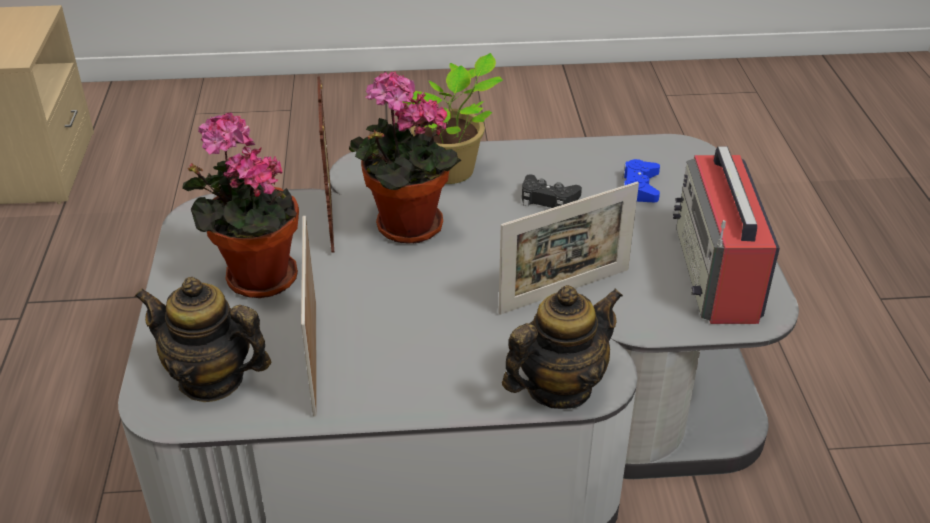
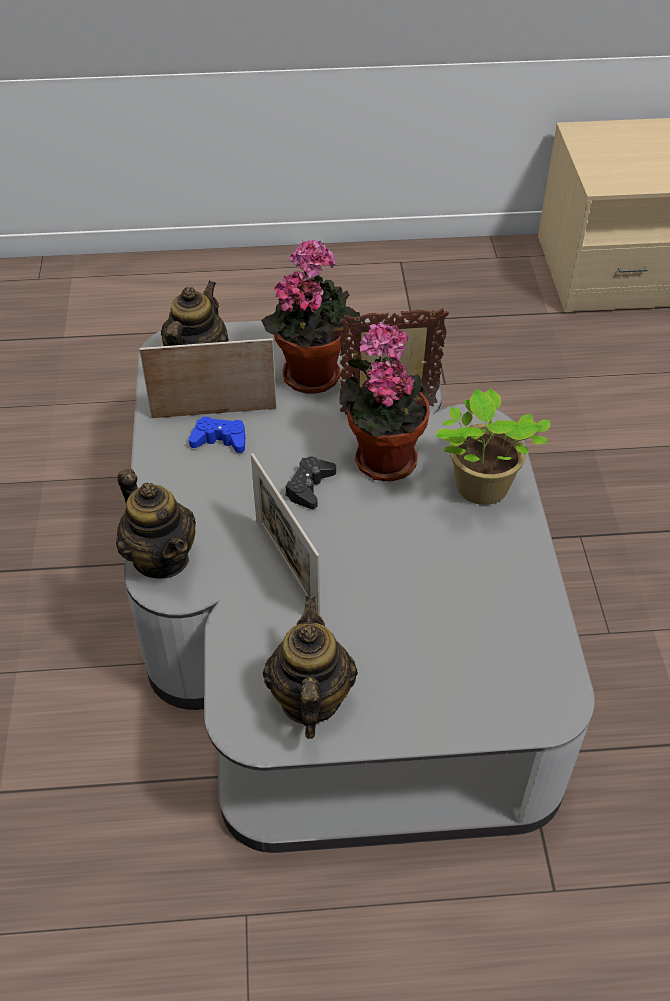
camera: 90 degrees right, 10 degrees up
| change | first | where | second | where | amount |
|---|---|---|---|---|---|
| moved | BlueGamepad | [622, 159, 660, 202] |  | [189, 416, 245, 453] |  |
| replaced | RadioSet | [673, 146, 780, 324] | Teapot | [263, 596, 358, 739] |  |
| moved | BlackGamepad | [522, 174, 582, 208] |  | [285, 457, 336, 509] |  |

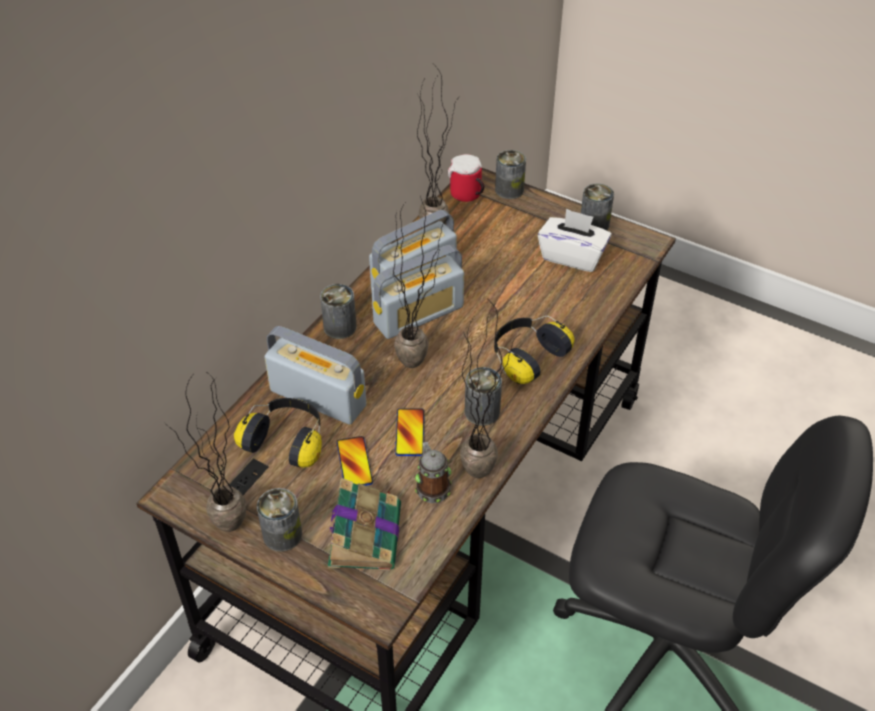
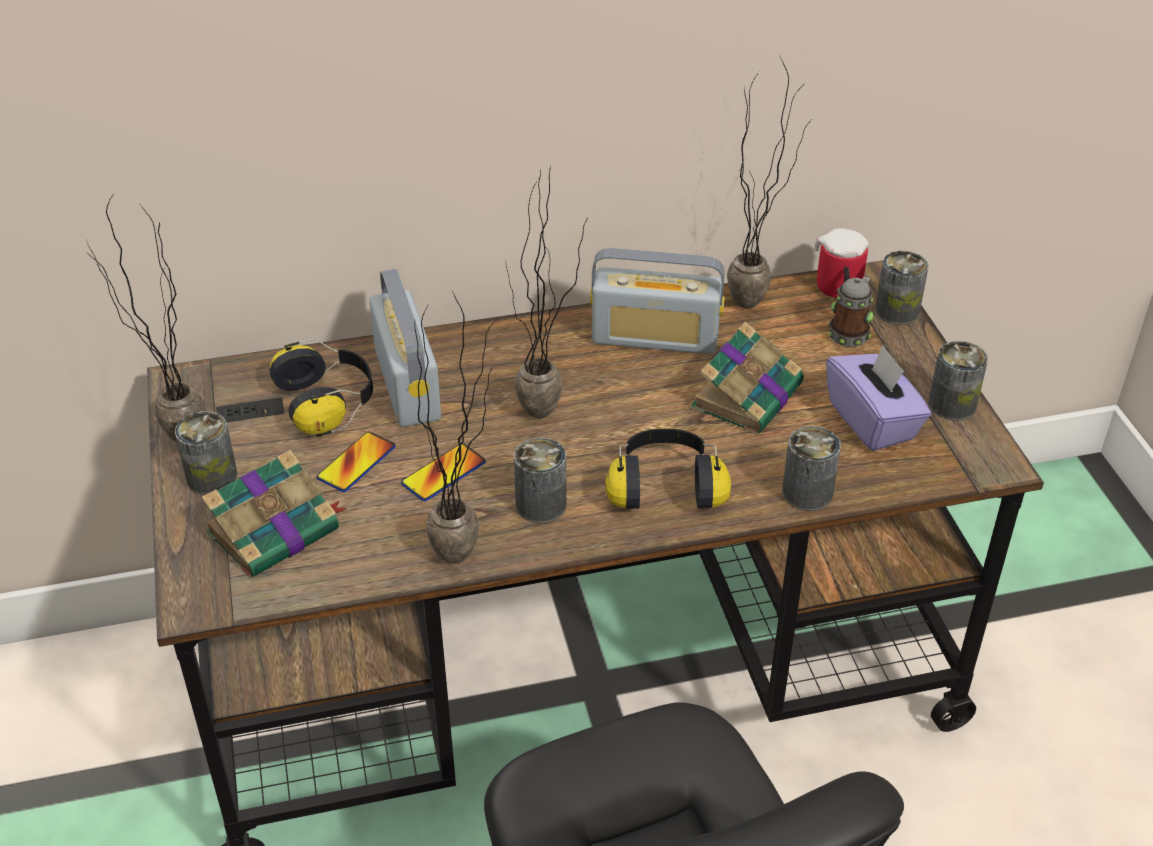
camera: 45 degrees right, 5 degrees down
| change | first | where | second | where | amount |
|---|---|---|---|---|---|
| added |  |  | Book | [691, 322, 804, 435] |  |
| moved | Can | [320, 284, 357, 339] |  | [782, 426, 841, 511] |  |
| recoloured | WhiteColouredTissueHolder | [538, 209, 612, 272] | PurplishTissueHolder | [826, 345, 932, 451] |  |
| moved | TeaMug | [415, 442, 452, 503] |  | [828, 276, 874, 347] |  |
| removed | RadioSet | [371, 245, 464, 339] |  |  |  |

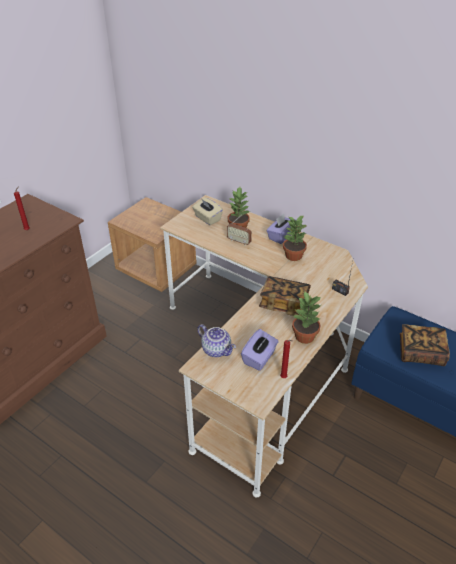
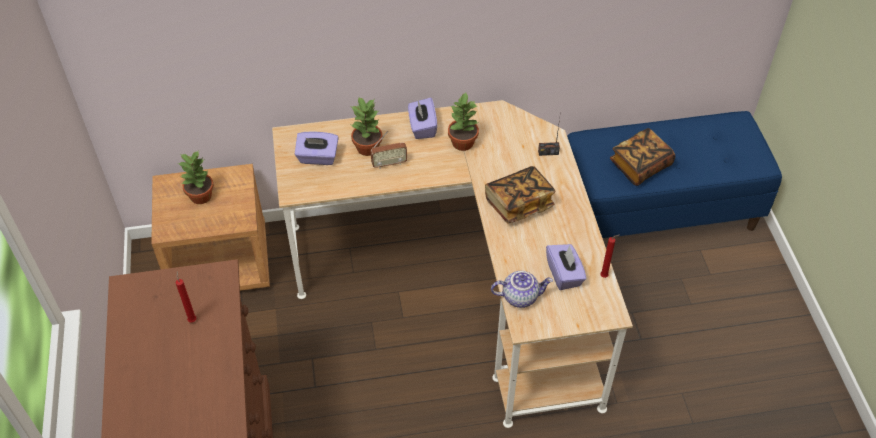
camera: 45 degrees left, 10 degrees up
| change | first | where | second | where | amount |
|---|---|---|---|---|---|
| moved | Houseplant | [292, 291, 321, 344] |  | [178, 151, 214, 204] |  |
| recoloured | BeigeColouredTissueHolder | [192, 197, 223, 225] | PurplishTissueHolder | [295, 132, 339, 165] |  |

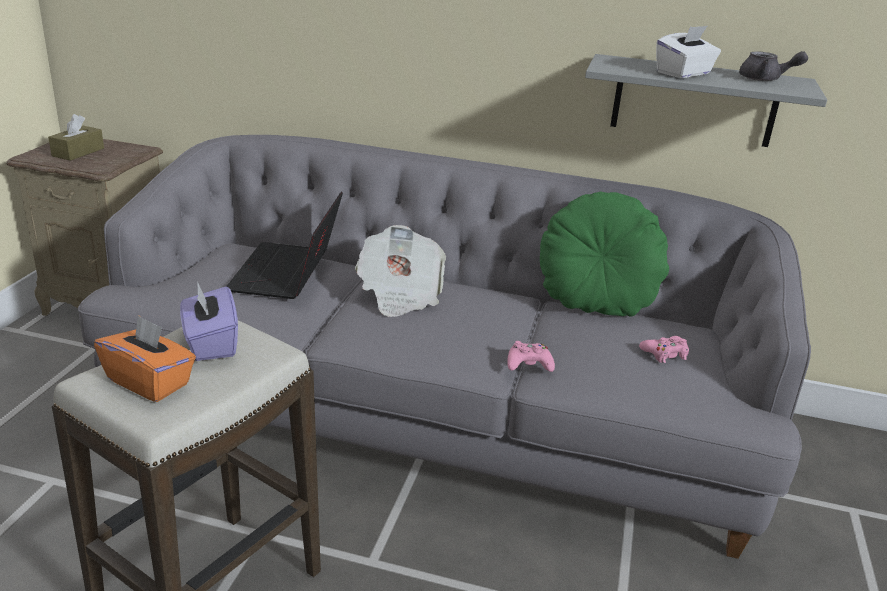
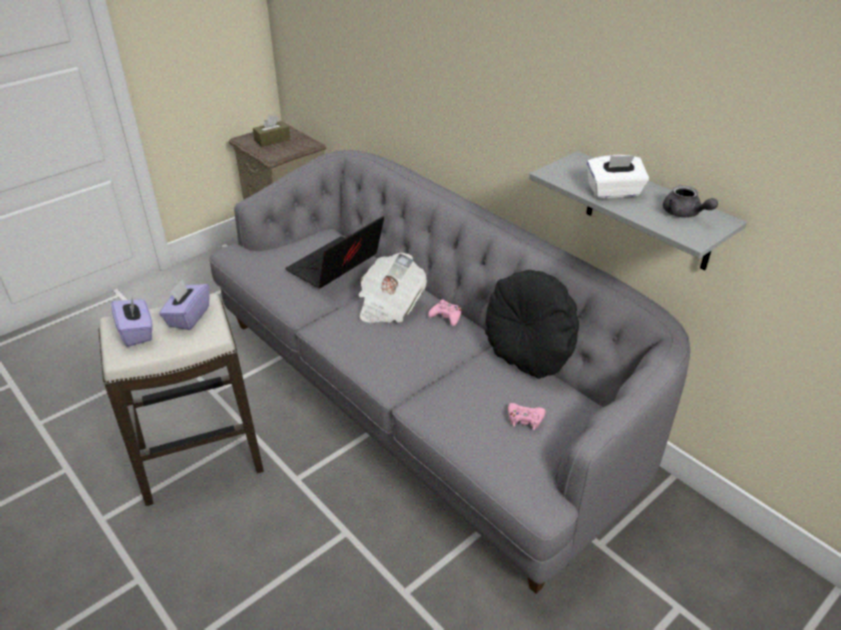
camera: 35 degrees right, 10 degrees up
| change | first | where | second | where | amount |
|---|---|---|---|---|---|
| recoloured | OrangeColouredTissueHolder | [94, 315, 196, 402] | PurplishTissueHolder | [111, 297, 153, 347] |  |
| moved | PinkishGamepad | [507, 341, 555, 372] |  | [428, 299, 461, 326] |  |
| recoloured | GreenCushion | [540, 191, 669, 316] | BlackCushion | [485, 270, 579, 379] |  |

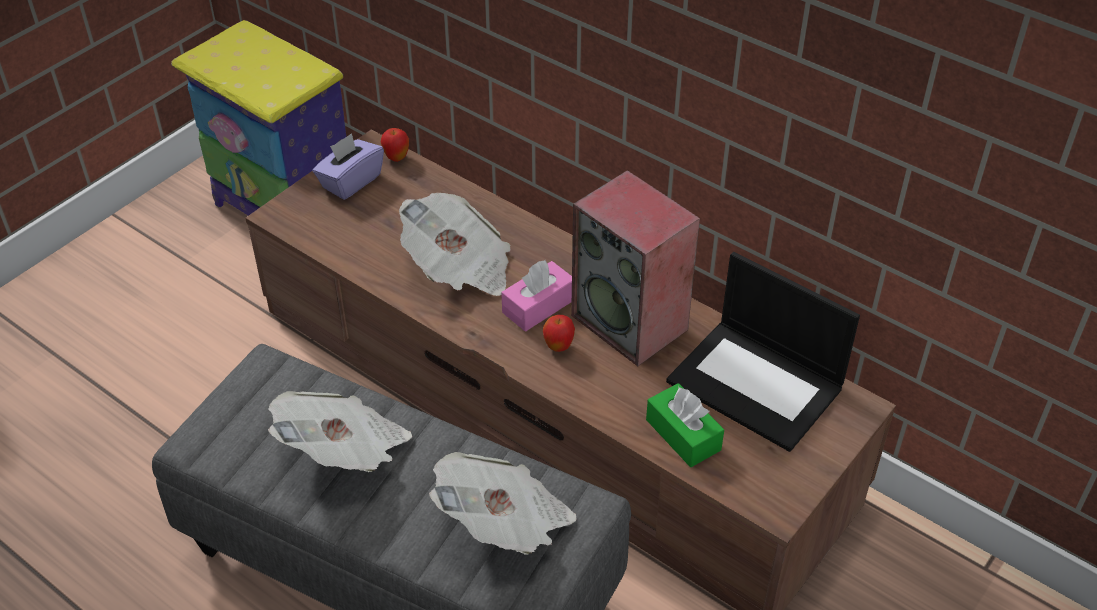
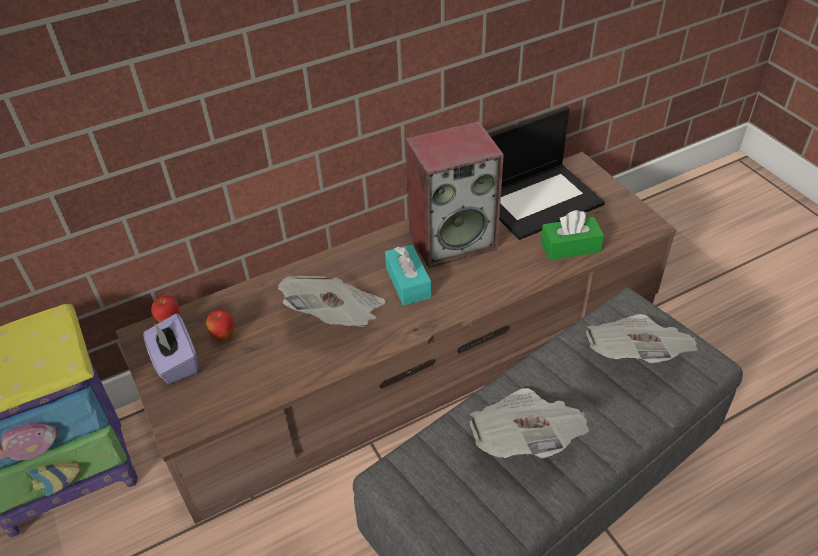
camera: 65 degrees left, 0 degrees up
| change | first | where | second | where | amount |
|---|---|---|---|---|---|
| moved | AppleFruit | [543, 315, 575, 352] |  | [206, 309, 234, 341] |  |
| recoloured | PinkishTissueHolder | [501, 260, 572, 332] | TurquoiseColouredTissueHolder | [385, 245, 431, 305] |  |

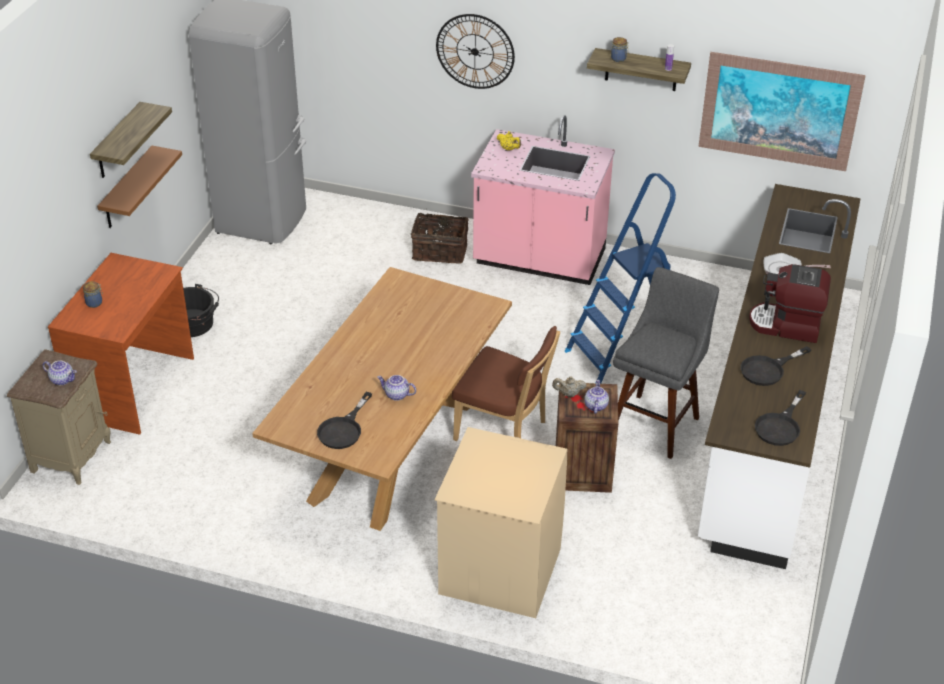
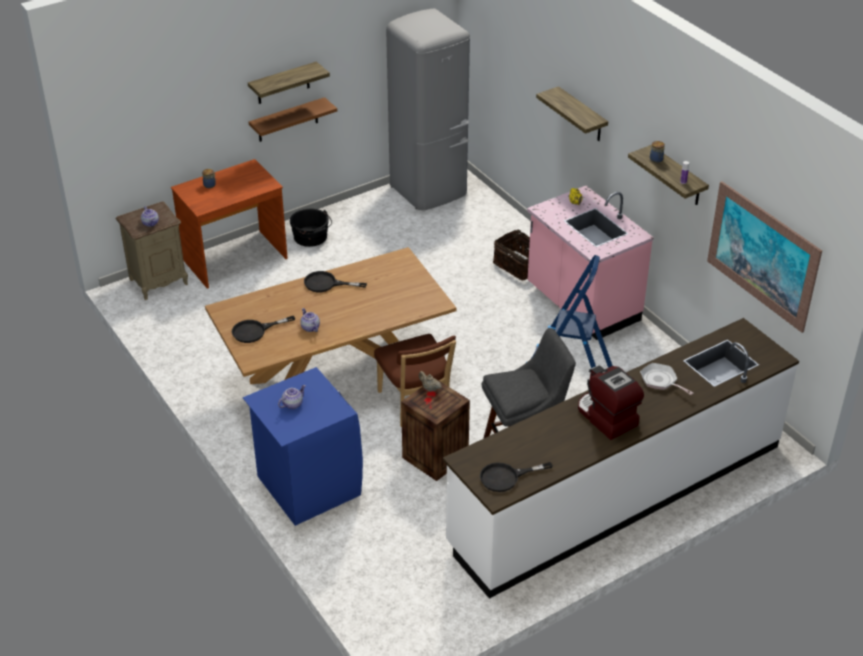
camera: 40 degrees right, 0 degrees up
| change | first | where | second | where | amount |
|---|---|---|---|---|---|
| recoloured | BeigeColouredWashingMachine | [434, 427, 567, 618] | BlueWashingMachine | [243, 367, 363, 526] |  |
| moved | Teapot | [584, 380, 609, 414] |  | [278, 385, 306, 409] |  |
| moved | BlackSkillet | [740, 346, 811, 386] |  | [304, 271, 367, 292] |  |
| replaced | ClockOnTheWall | [436, 14, 515, 89] | Shelf | [536, 86, 608, 141] |  |

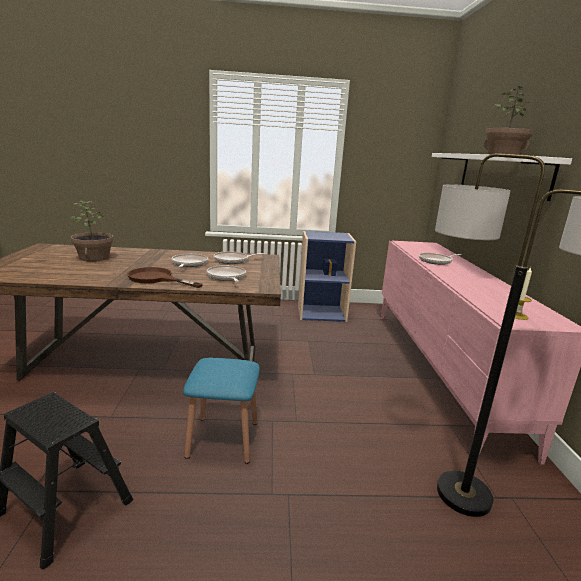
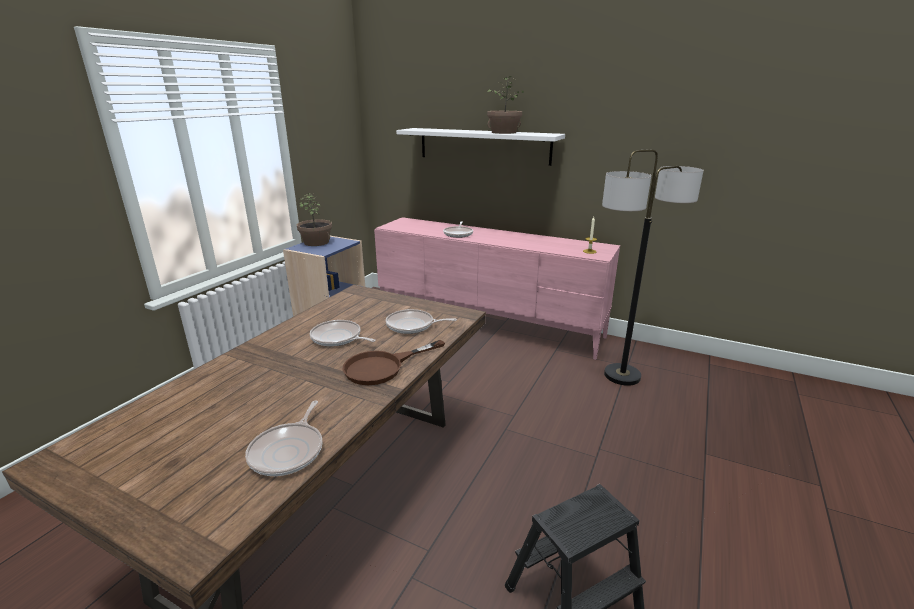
camera: 60 degrees left, 5 degrees up
| change | first | where | second | where | amount |
|---|---|---|---|---|---|
| moved | Skillet | [213, 251, 264, 264] |  | [245, 401, 323, 476] |  |
| moved | Houseplant | [71, 200, 114, 261] |  | [297, 193, 332, 246] |  |
| removed | BlueStoolSeat | [183, 358, 260, 464] |  |  |  |

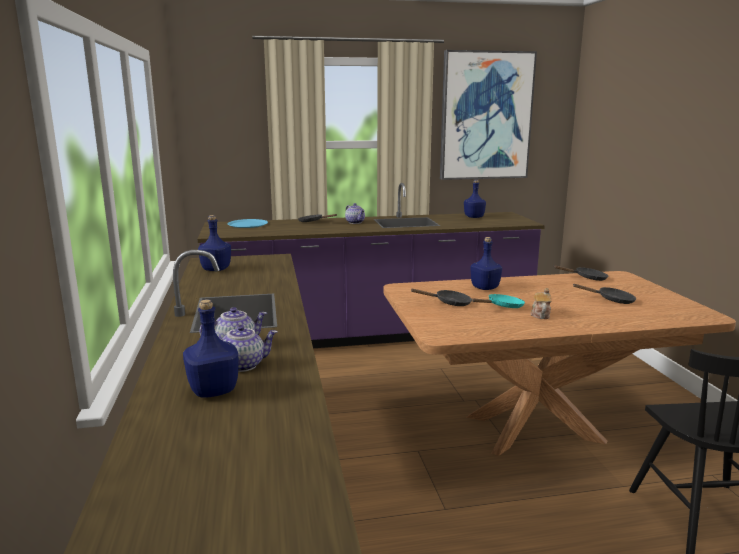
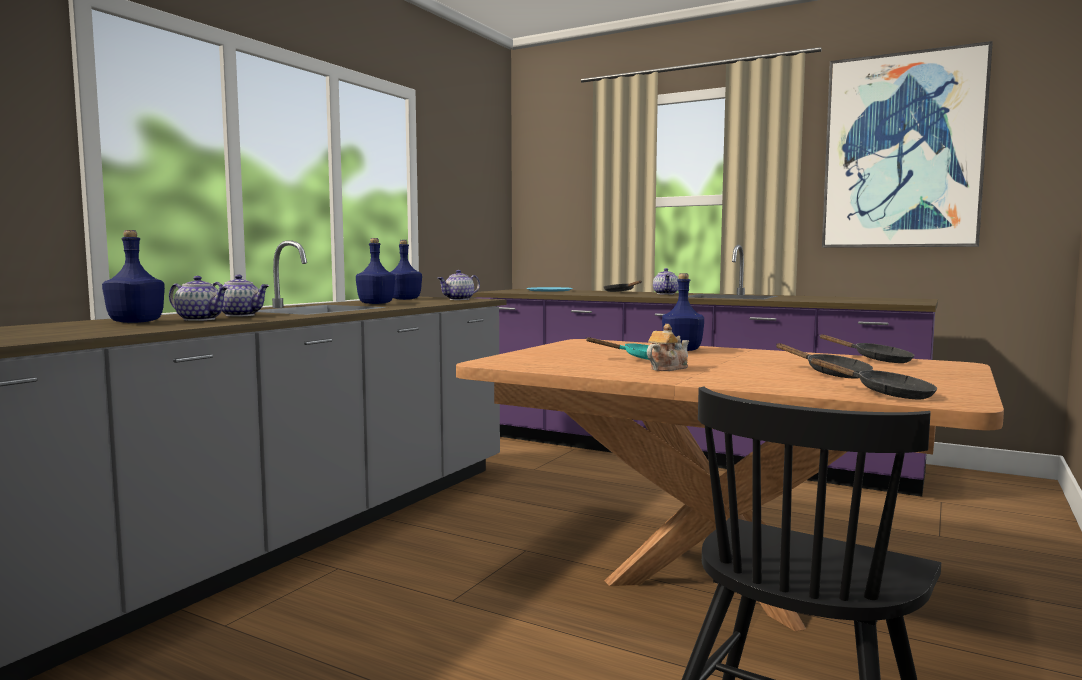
camera: 40 degrees right, 10 degrees down
| change | first | where | second | where | amount |
|---|---|---|---|---|---|
| moved | BlueDrinkBottle | [464, 180, 486, 218] |  | [356, 238, 395, 304] |  |
| added |  |  | Teapot | [437, 270, 480, 300] |  |
| moved | BlackSkillet | [410, 289, 472, 306] |  | [810, 358, 937, 399] |  |

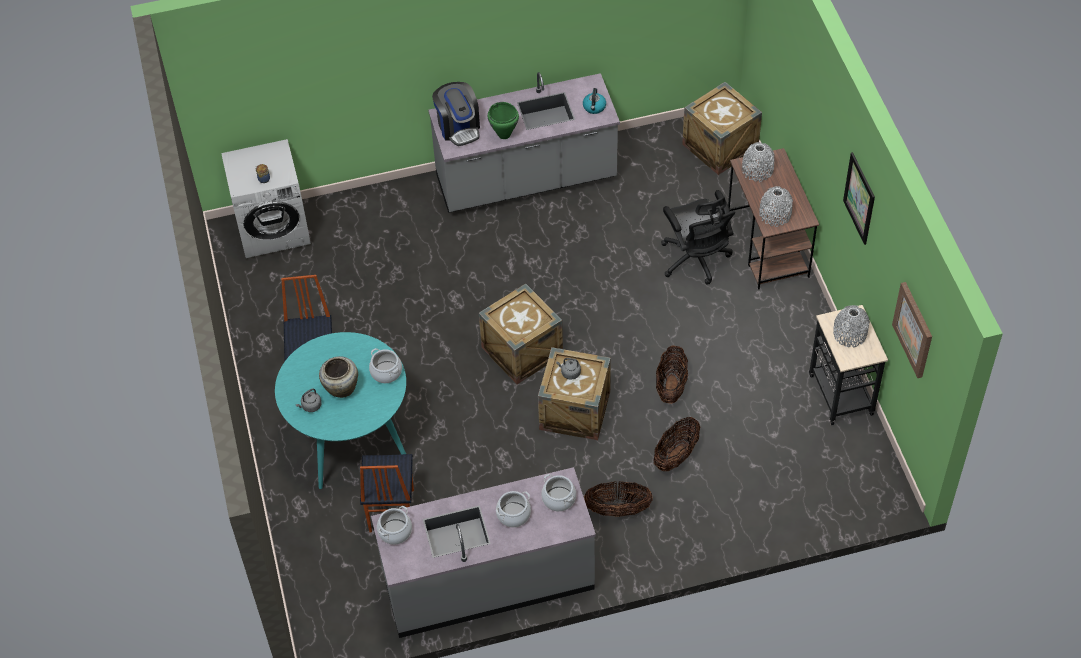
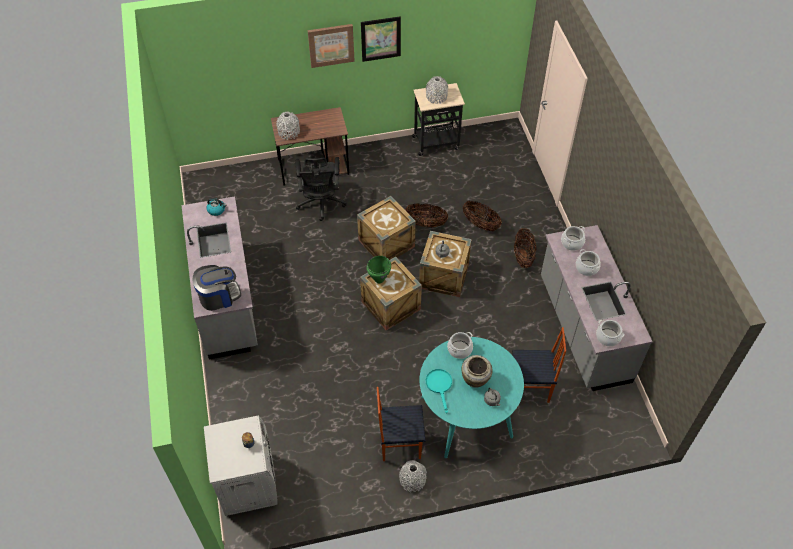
camera: 90 degrees left, 0 degrees up
| change | first | where | second | where | amount |
|---|---|---|---|---|---|
| turned | DeskChair | [661, 190, 735, 285] |  | [296, 157, 347, 221] | 105 degrees clockwise |
| moved | WallArt | [892, 282, 932, 378] |  | [308, 24, 355, 68] |  |
| moved | Crate | [682, 82, 762, 175] |  | [357, 196, 416, 260] |  |
| moved | GreenCookingPot | [488, 102, 519, 139] |  | [367, 256, 391, 283] |  |
| moved | GrayVase | [760, 186, 793, 227] |  | [399, 460, 427, 492] |  |
| added |  |  | TurquoiseColouredSkillet | [426, 369, 452, 413] |  |

